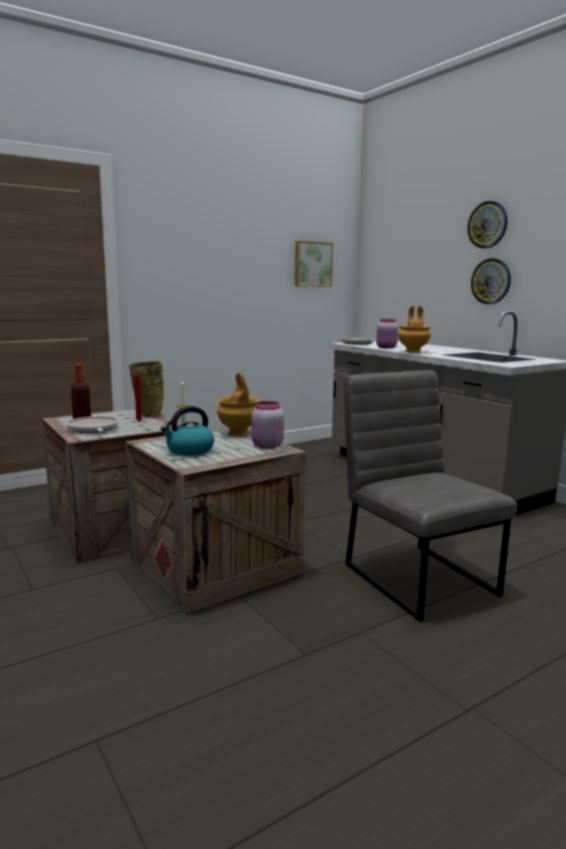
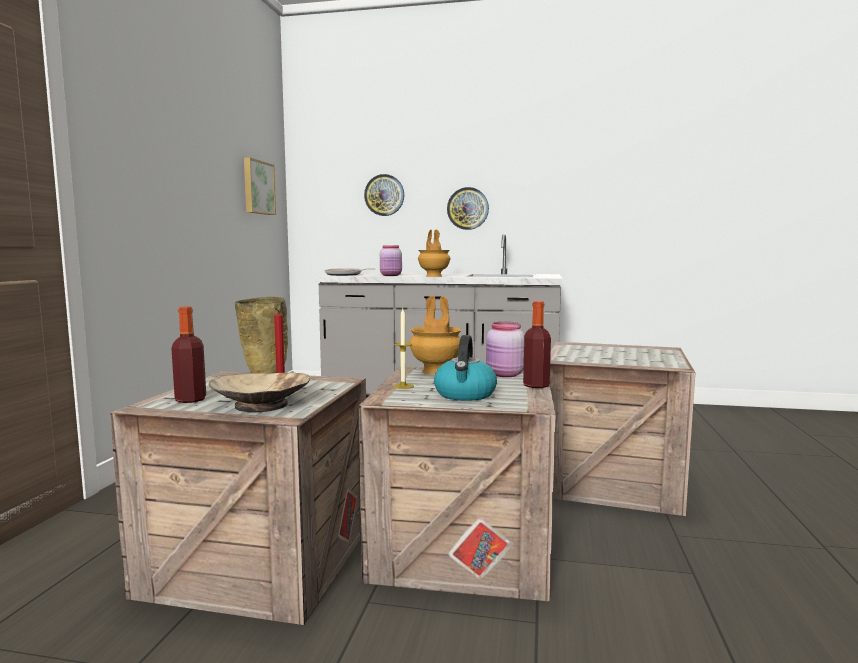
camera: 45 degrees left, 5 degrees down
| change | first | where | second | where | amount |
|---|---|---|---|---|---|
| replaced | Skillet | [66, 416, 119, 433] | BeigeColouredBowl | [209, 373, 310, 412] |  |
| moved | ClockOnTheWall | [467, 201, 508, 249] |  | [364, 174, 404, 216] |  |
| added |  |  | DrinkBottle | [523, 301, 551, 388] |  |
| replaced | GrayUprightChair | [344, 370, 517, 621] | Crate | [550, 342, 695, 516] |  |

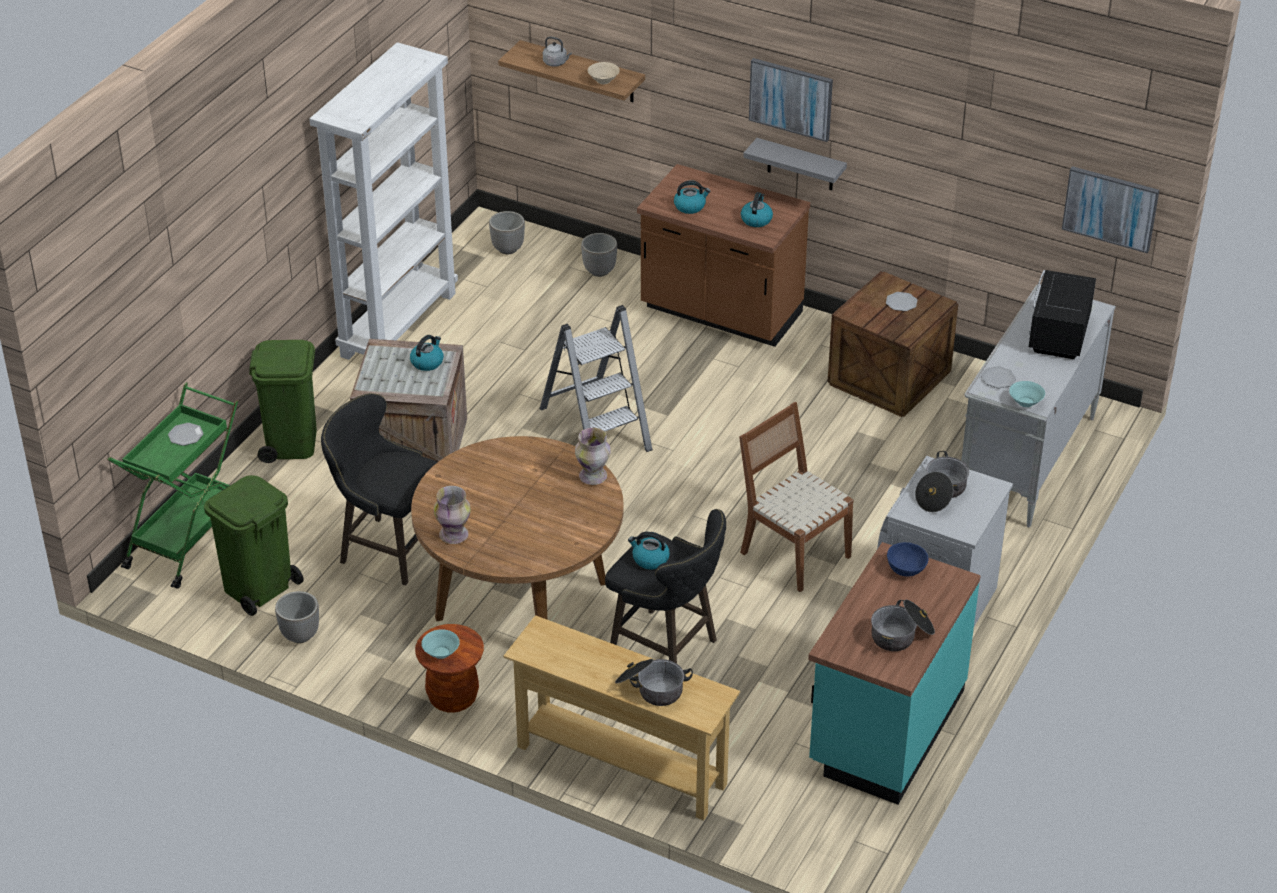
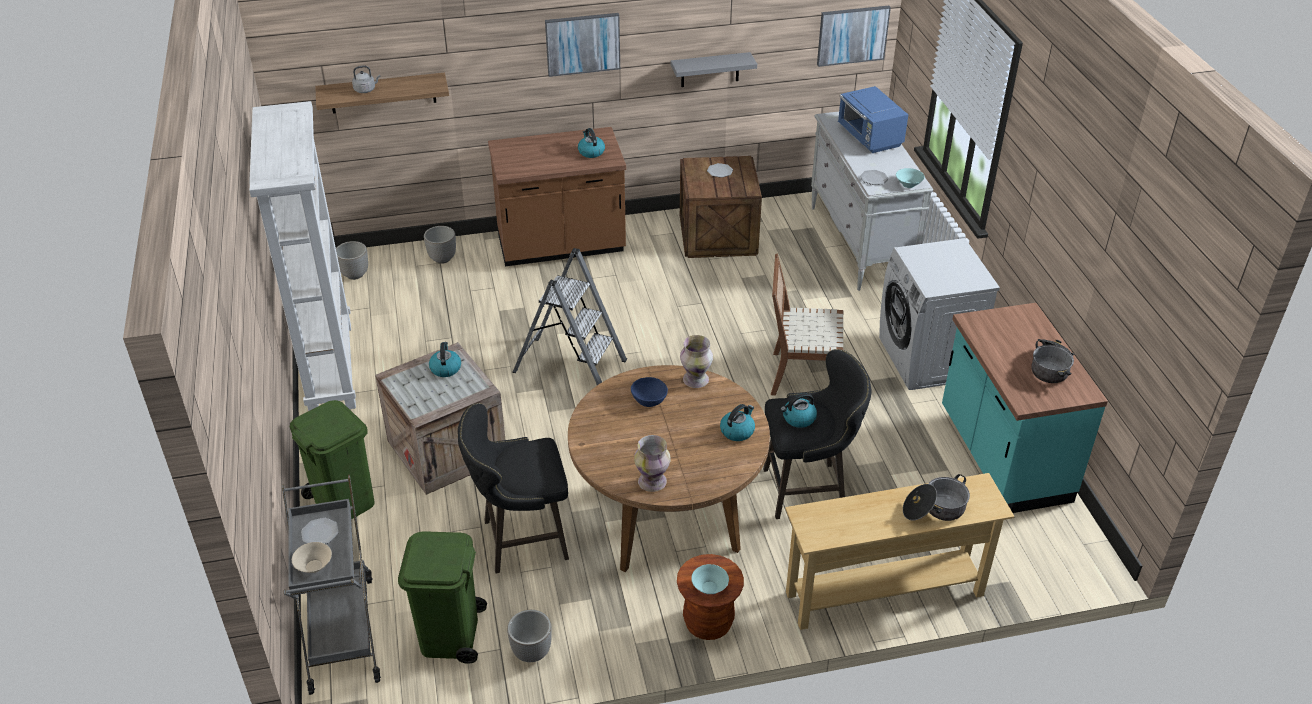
camera: 40 degrees left, 0 degrees up
| change | first | where | second | where | amount |
|---|---|---|---|---|---|
| recoloured | GreenTrolley | [107, 382, 238, 589] | GrayTrolley | [282, 475, 381, 695] |  |
| moved | BeigeColouredBowl | [588, 62, 620, 84] |  | [292, 542, 332, 573] |  |
| moved | BlueBowl | [887, 542, 928, 577] |  | [631, 377, 668, 407] |  |
| moved | GrayShelf | [743, 138, 847, 190] |  | [670, 52, 757, 87] |  |
| moved | Kettle | [674, 180, 711, 214] |  | [720, 404, 755, 441] |  |
| recoloured | BlackMicrowave | [1029, 270, 1096, 359] | BlueMicrowave | [838, 86, 908, 153] |  |
| removed | CookingPot | [915, 451, 969, 512] |  |  |  |

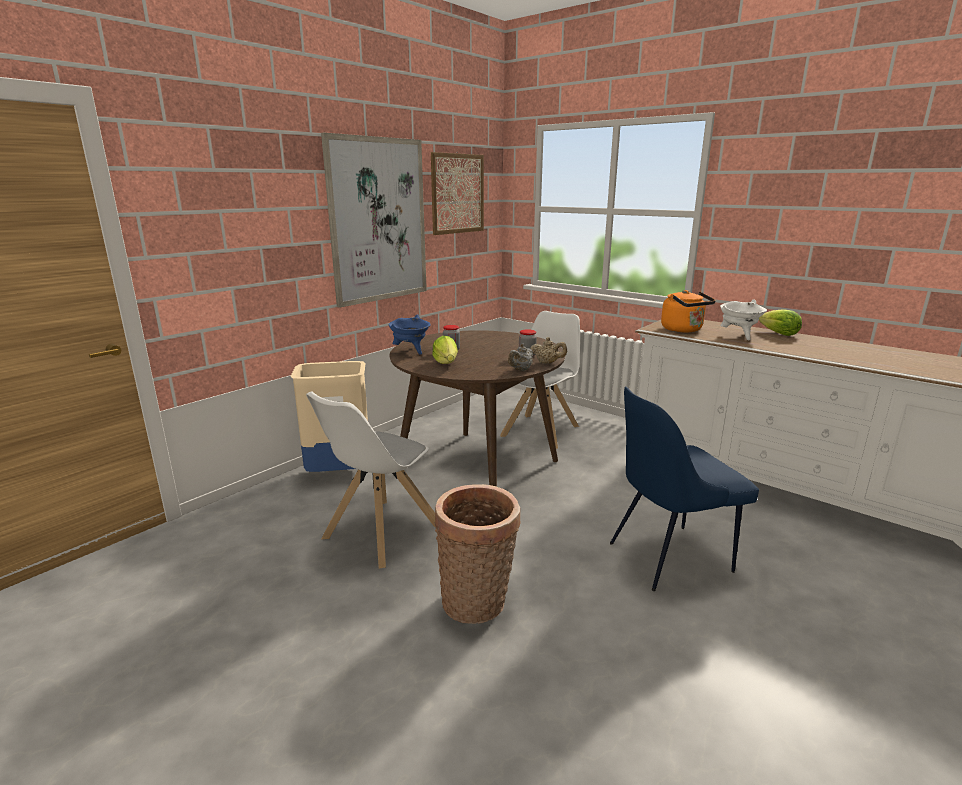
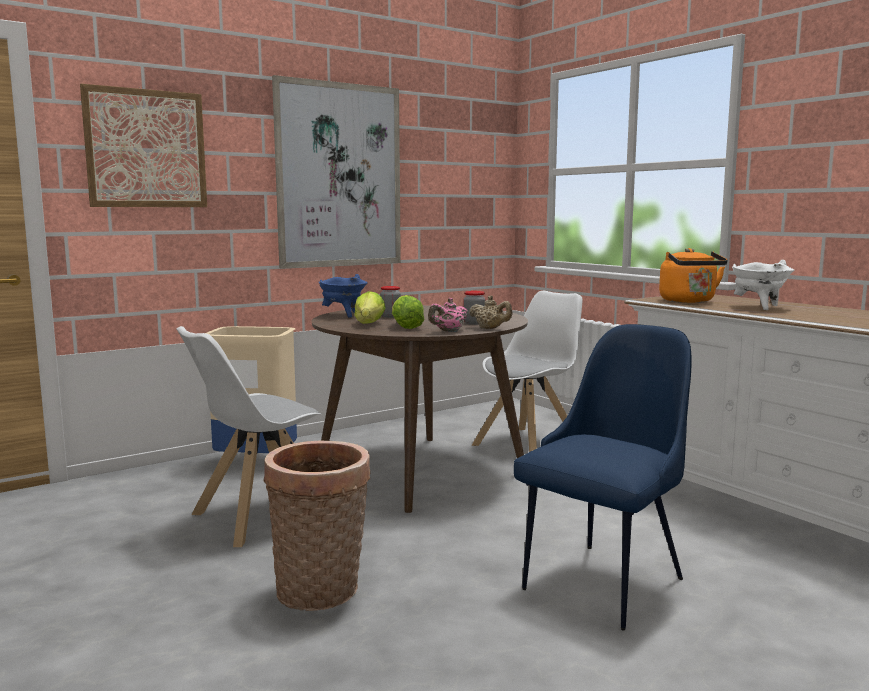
camera: 15 degrees right, 10 degrees down
| change | first | where | second | where | amount |
|---|---|---|---|---|---|
| moved | WallArt | [431, 152, 484, 235] |  | [80, 84, 207, 207] |  |
| moved | HeadOfLettuce | [759, 309, 802, 336] |  | [392, 295, 425, 329] |  |
| recoloured | GrayTeapot | [508, 343, 533, 371] | PinkishTeapot | [428, 298, 468, 332] |  |
| turned | BlueUprightChair | [610, 387, 759, 591] |  | [514, 324, 692, 631] | 135 degrees clockwise |

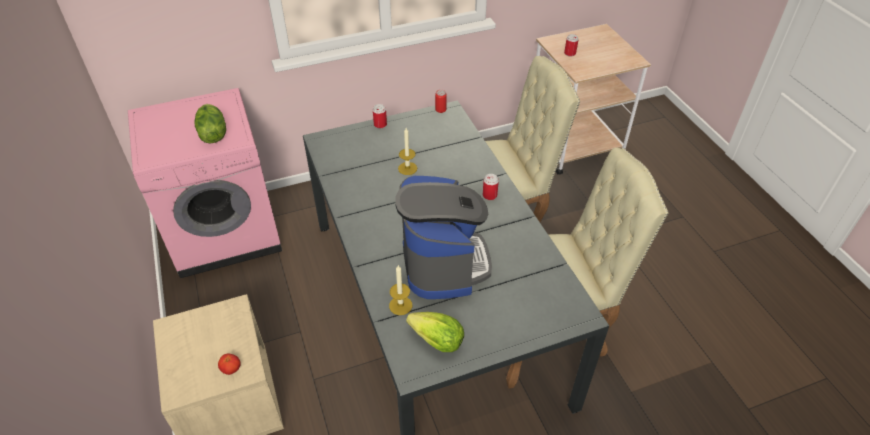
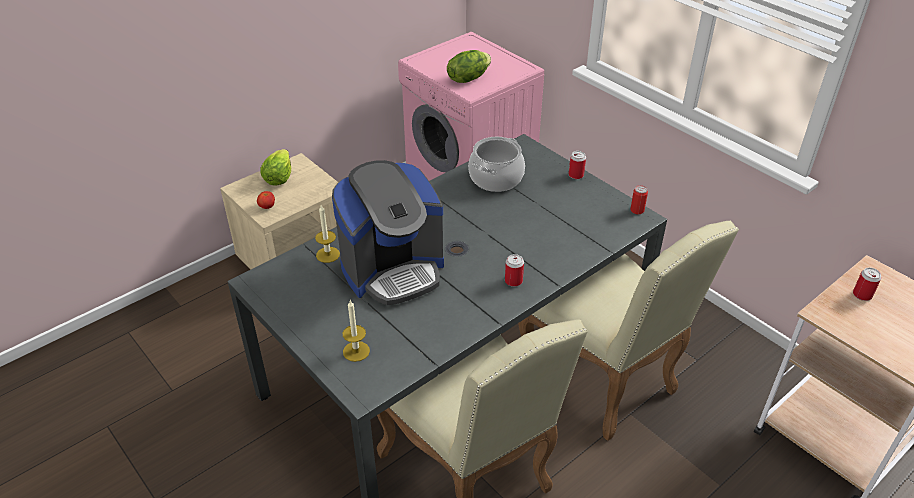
camera: 70 degrees right, 5 degrees down
| change | first | where | second | where | amount |
|---|---|---|---|---|---|
| moved | HeadOfLettuce | [406, 312, 464, 352] |  | [260, 149, 291, 186] |  |
| moved | Candle | [398, 128, 417, 175] |  | [343, 300, 370, 362] |  |
| added |  |  | CookingPot | [468, 137, 525, 192] |  |

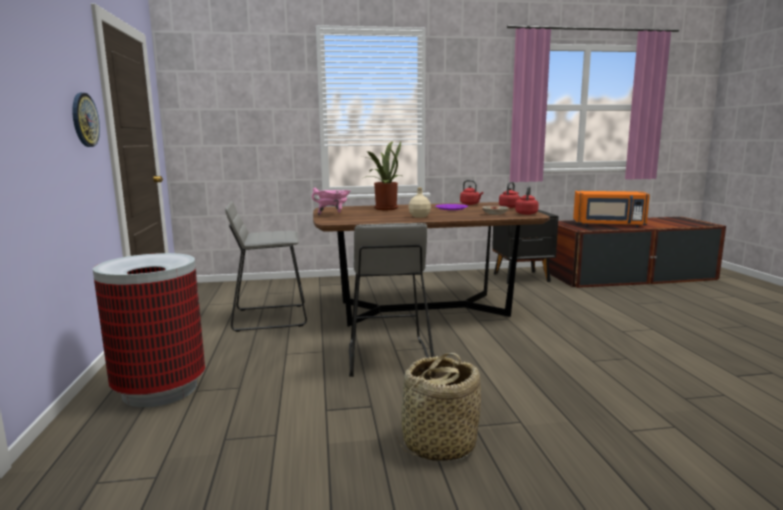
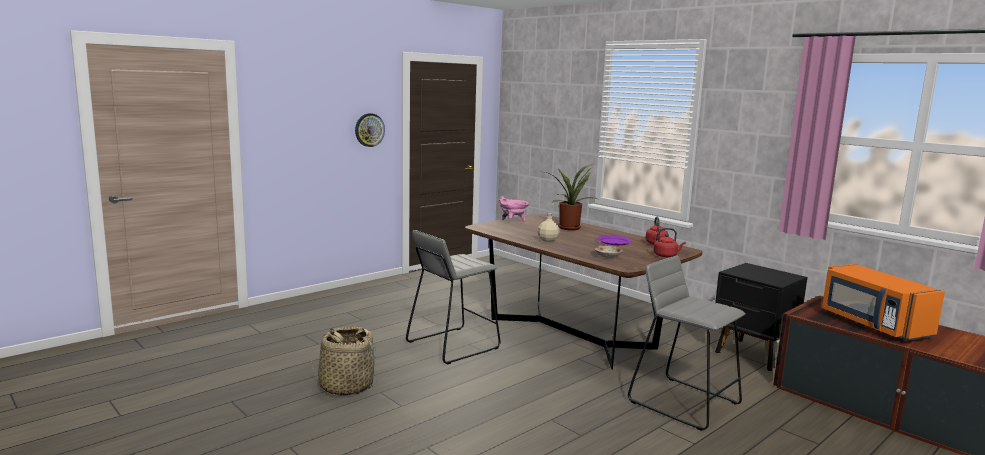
camera: 55 degrees right, 0 degrees up
| change | first | where | second | where | amount |
|---|---|---|---|---|---|
| moved | GrayStoolSeat | [225, 202, 307, 332] |  | [628, 255, 746, 431] |  |
| removed | WasteBin | [93, 253, 205, 407] |  |  |  |
| removed | ReddishKettle | [515, 186, 539, 215] |  |  |  |

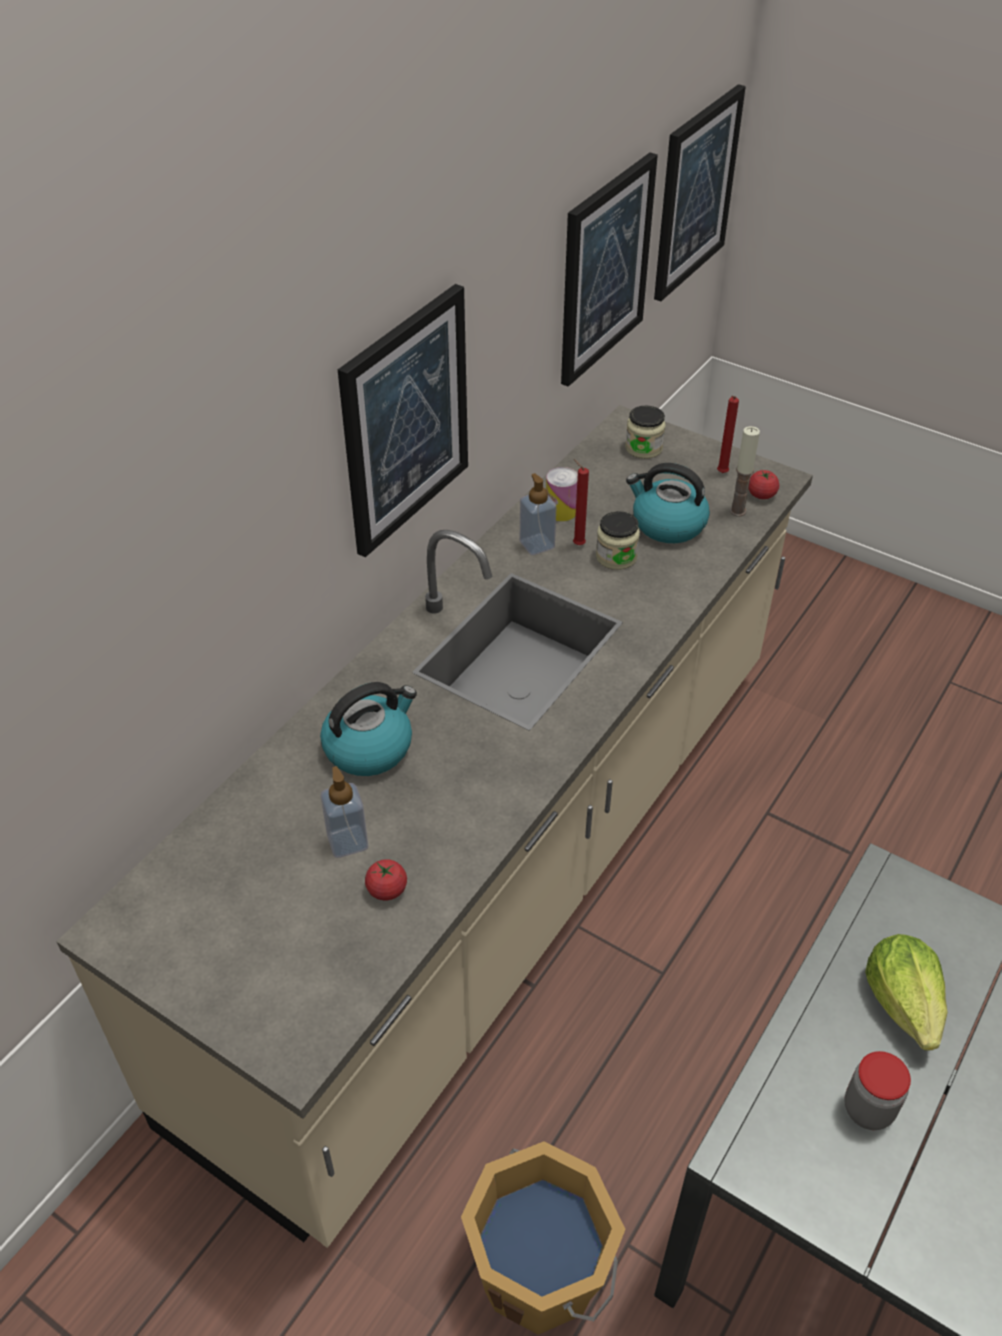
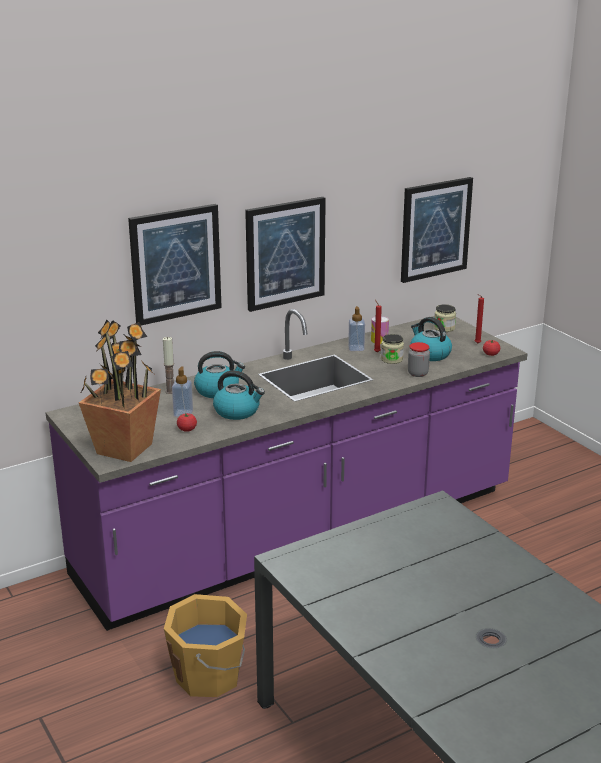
camera: 25 degrees right, 20 degrees down
| change | first | where | second | where | amount |
|---|---|---|---|---|---|
| recoloured | BeigeColouredKitchenCounter | [56, 405, 813, 1248] | PurplishKitchenCounter | [45, 309, 528, 631] |  |
| added |  |  | Houseplant | [79, 319, 161, 462] |  |
| moved | WallArt | [654, 84, 746, 301] |  | [128, 204, 222, 325] |  |
| moved | Candle | [729, 426, 760, 516] |  | [163, 337, 174, 394] |  |
| added |  |  | Kettle | [213, 370, 265, 420] |  |
| moved | PreserveJar | [844, 1051, 911, 1130] |  | [408, 342, 430, 377] |  |
| removed | HeadOfLettuce | [865, 934, 948, 1051] |  |  |  |

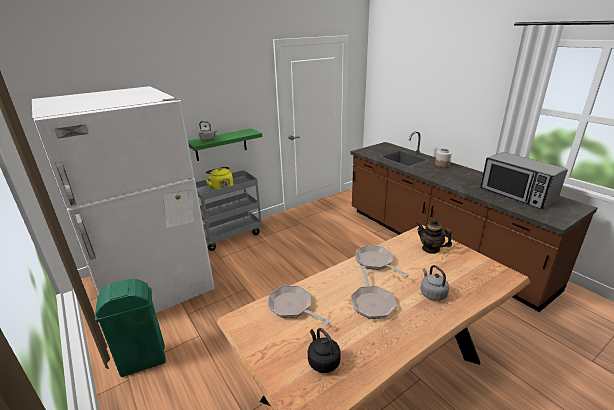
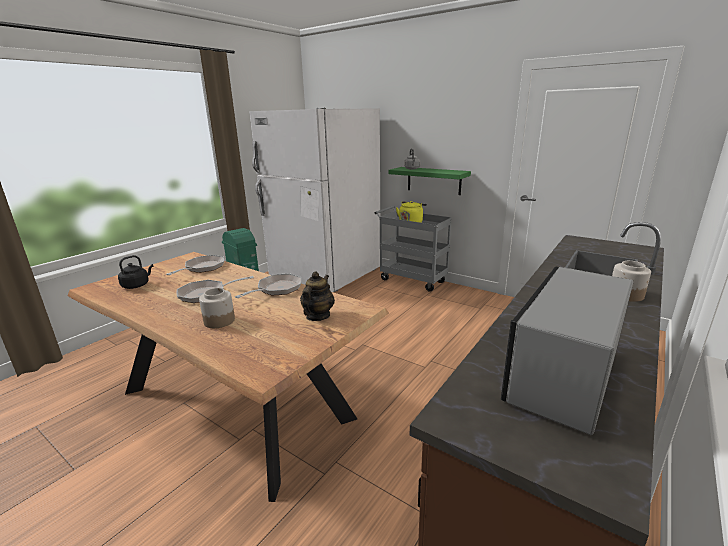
camera: 70 degrees right, 5 degrees down
| change | first | where | second | where | amount |
|---|---|---|---|---|---|
| replaced | GrayKettle | [420, 265, 449, 301] | PreserveJar | [199, 288, 235, 328] |  |

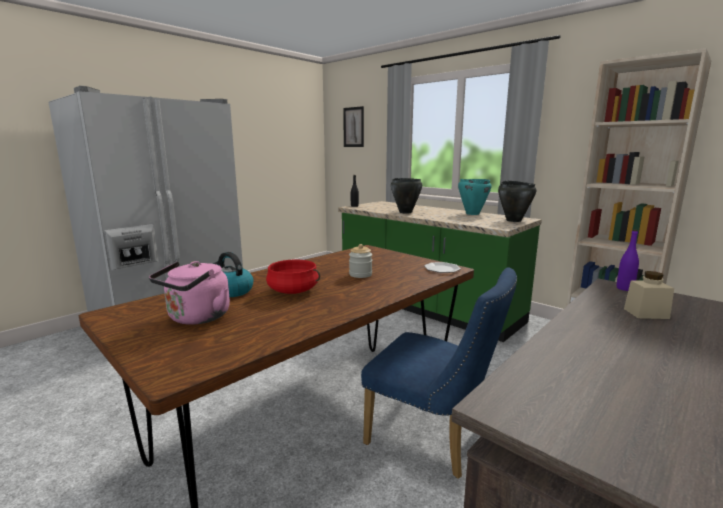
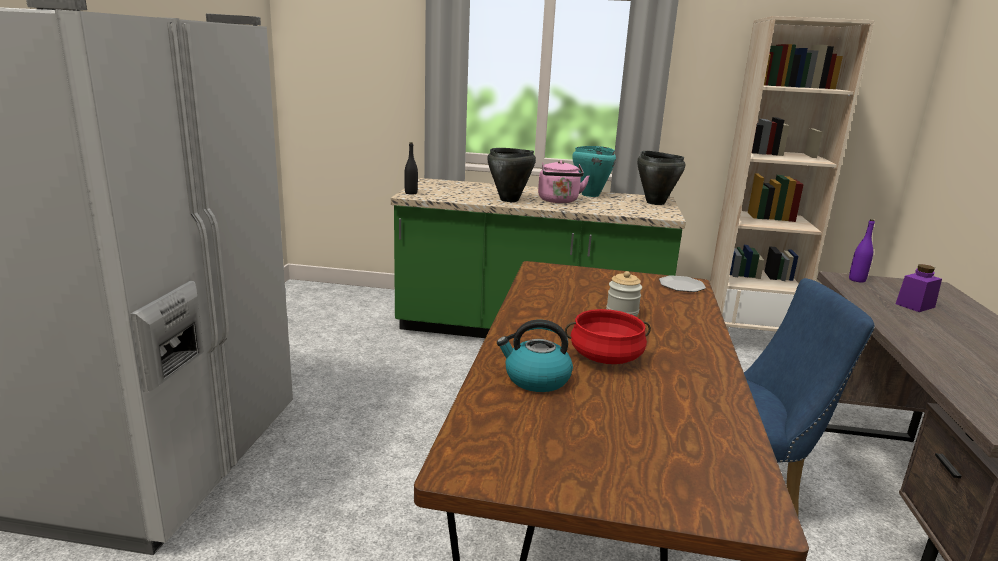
camera: 35 degrees left, 5 degrees up
| change | first | where | second | where | amount |
|---|---|---|---|---|---|
| moved | PinkishKettle | [149, 261, 230, 325] |  | [538, 160, 590, 203] |  |
| recoloured | BeigeColouredPreserveJar | [624, 271, 674, 319] | PurplishPreserveJar | [896, 264, 942, 312] |  |
| removed | WallArt | [343, 106, 364, 147] |  |  |  |

